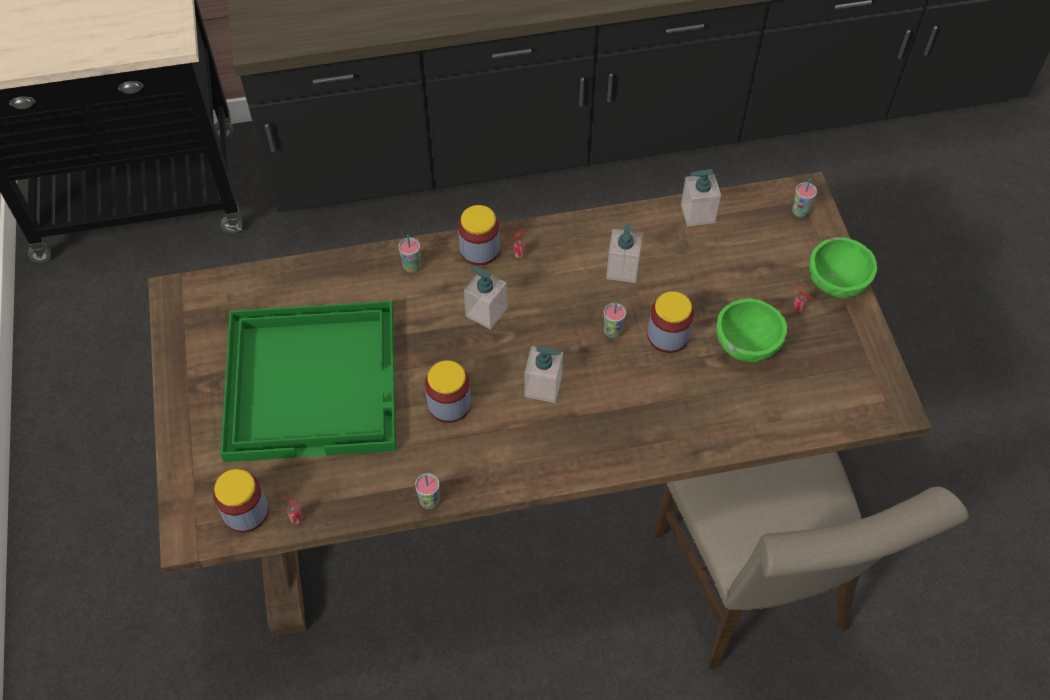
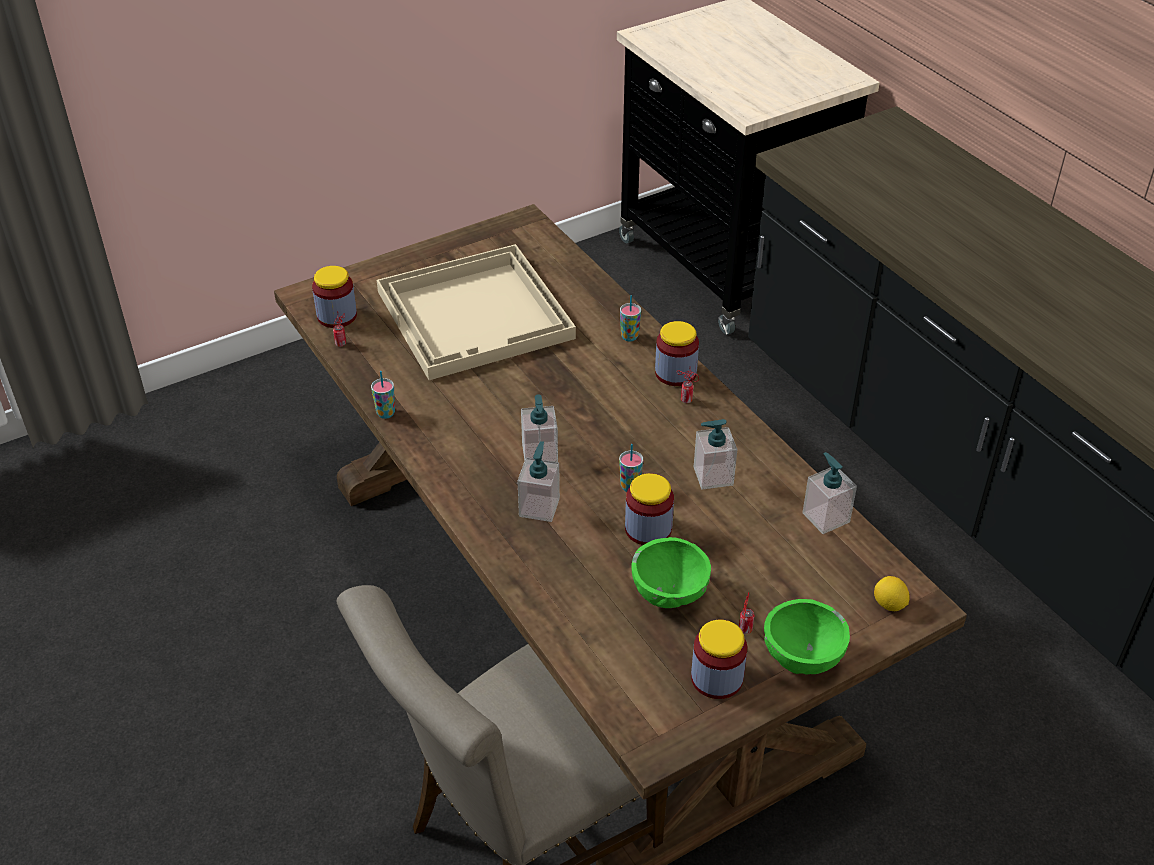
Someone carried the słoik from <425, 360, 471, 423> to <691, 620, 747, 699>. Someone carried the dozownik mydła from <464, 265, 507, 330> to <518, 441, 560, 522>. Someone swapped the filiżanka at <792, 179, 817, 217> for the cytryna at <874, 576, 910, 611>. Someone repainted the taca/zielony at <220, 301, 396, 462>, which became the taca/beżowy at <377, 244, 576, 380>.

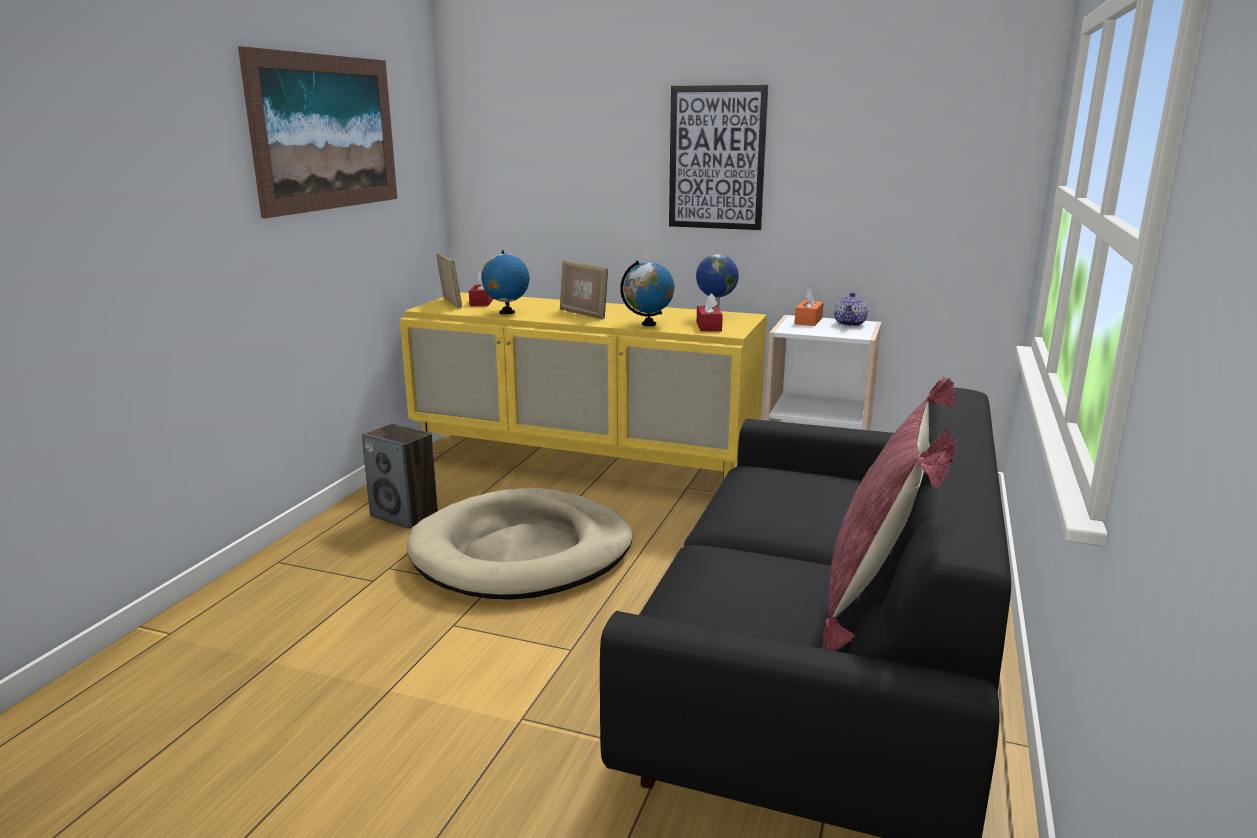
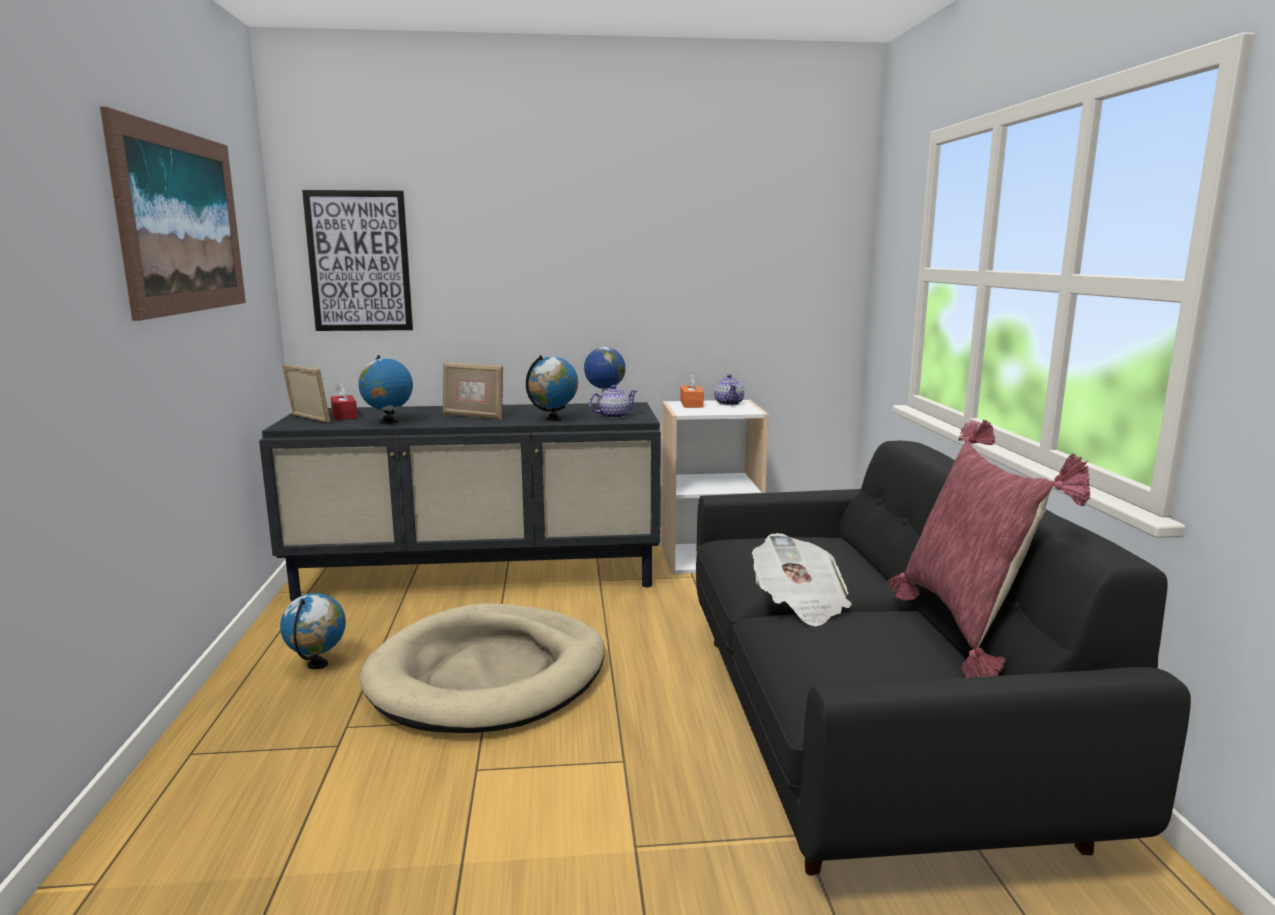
Someone put down the gazeta at <752, 533, 852, 627>. Someone carried the obraz from <669, 85, 768, 230> to <302, 190, 413, 331>. Someone swapped the głośnik at <362, 424, 438, 529> for the globus at <280, 593, 346, 669>. Someone swapped the pudełko chusteczek/czerwony at <697, 293, 723, 332> for the imbryk at <589, 385, 637, 419>. Someone repainted the szafka/żółty at <400, 292, 767, 480>, which became the szafka/czarny at <259, 402, 661, 601>.

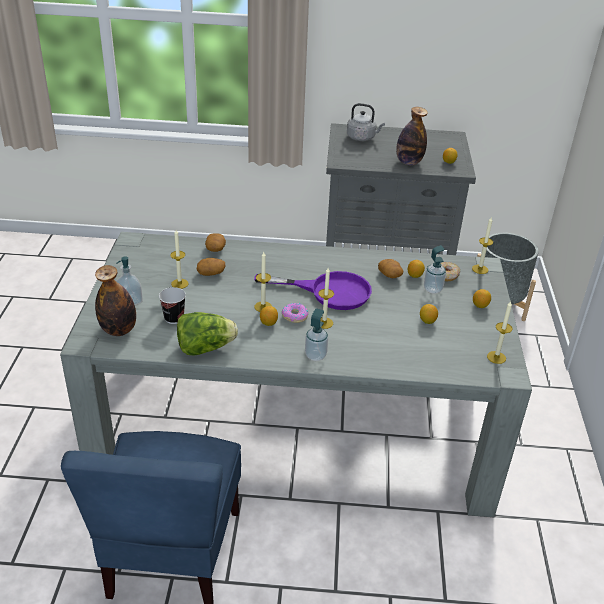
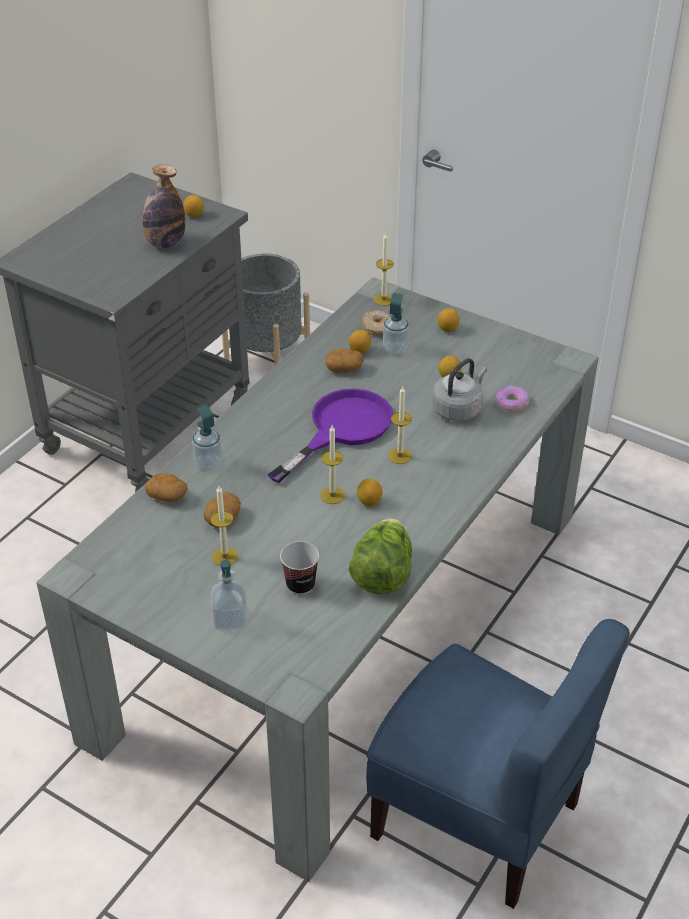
Someone took away the butelka at <95, 265, 136, 336>. Someone took away the świeca at <487, 301, 512, 364>. Someone carried the donut from <281, 303, 308, 323> to <495, 385, 530, 412>. Someone carried the dozownik mydła from <305, 308, 328, 361> to <192, 405, 222, 470>. Someone carried the czajnik/szary from <347, 103, 385, 141> to <432, 358, 487, 421>.

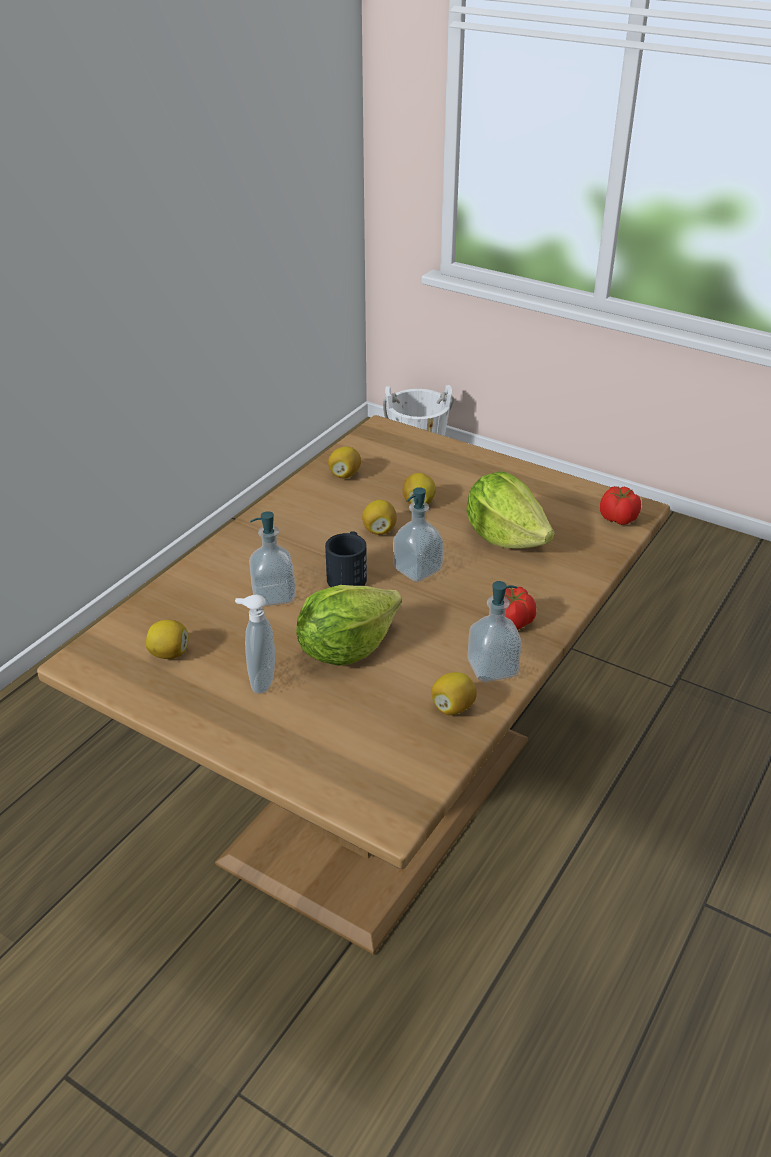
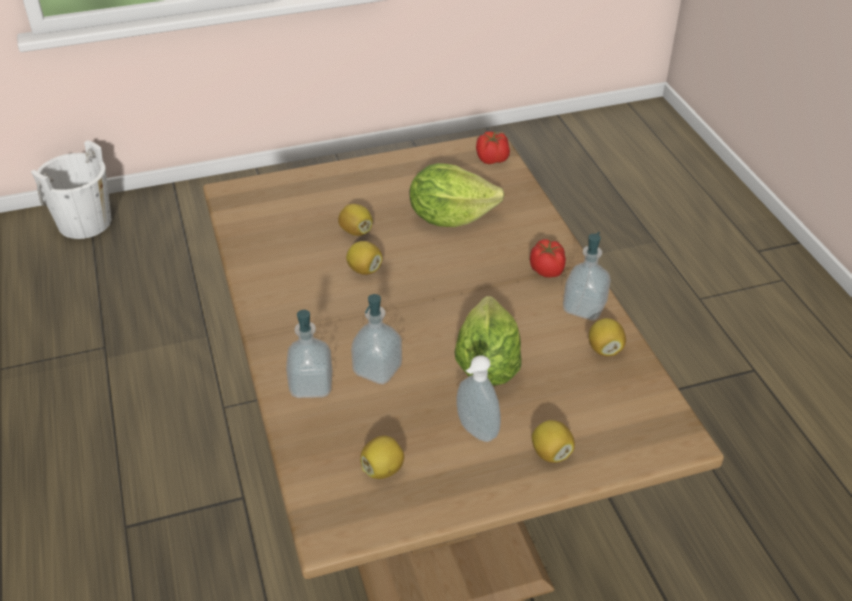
Someone took away the kubek/czarny at <325, 531, 367, 587>. Someone carried the cytryna from <328, 446, 361, 478> to <532, 420, 575, 463>. Someone carried the dozownik mydła from <393, 487, 444, 582> to <286, 310, 332, 398>.

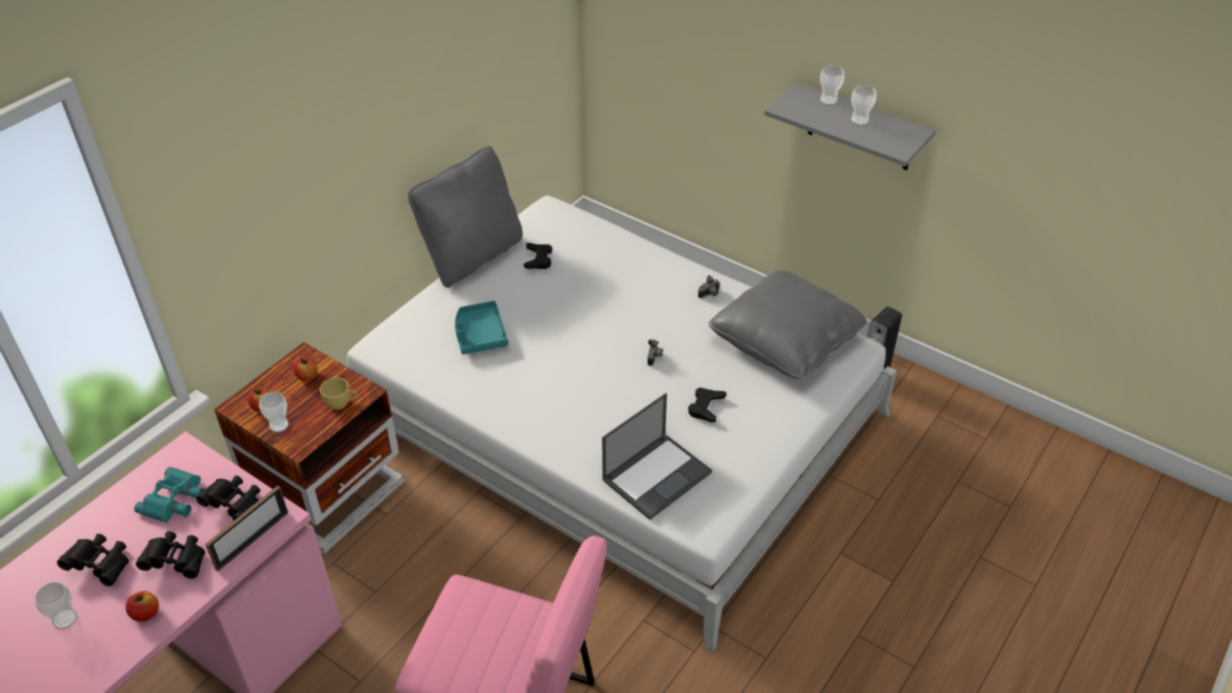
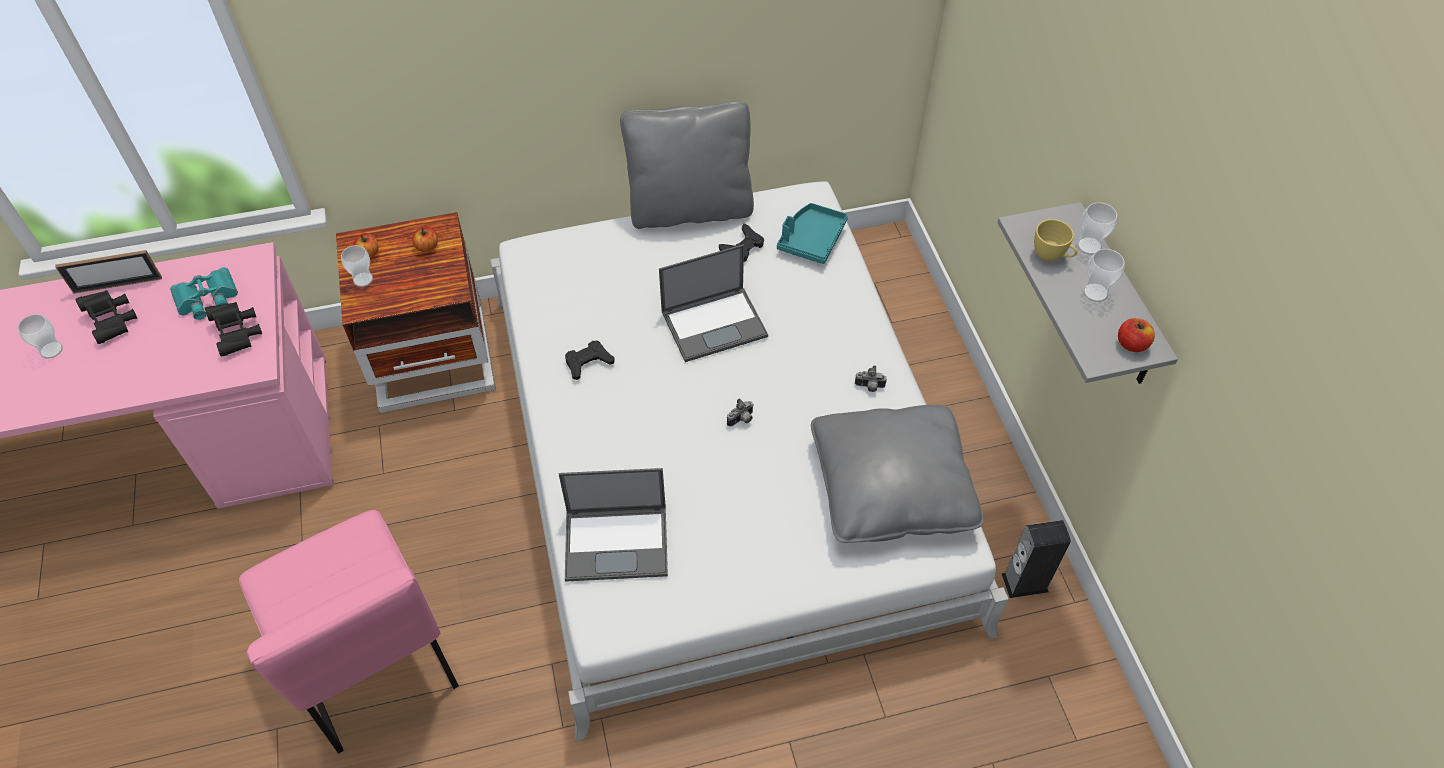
Someone took away the lornetka/czarny at <136, 531, 205, 579>. Someone put down the laptop at <659, 244, 768, 362>. Someone carried the jabłko from <125, 591, 159, 622> to <1118, 318, 1155, 352>. Someone carried the ramka na zdjęcie from <205, 486, 288, 572> to <55, 250, 162, 294>. Someone carried the filiżanka/żółty from <320, 377, 357, 410> to <1034, 219, 1078, 261>. Someone carried the taca/turkusowy from <455, 301, 509, 354> to <777, 203, 848, 264>. Someone carried the pad do gier/czarny from <688, 387, 726, 423> to <565, 341, 615, 380>.

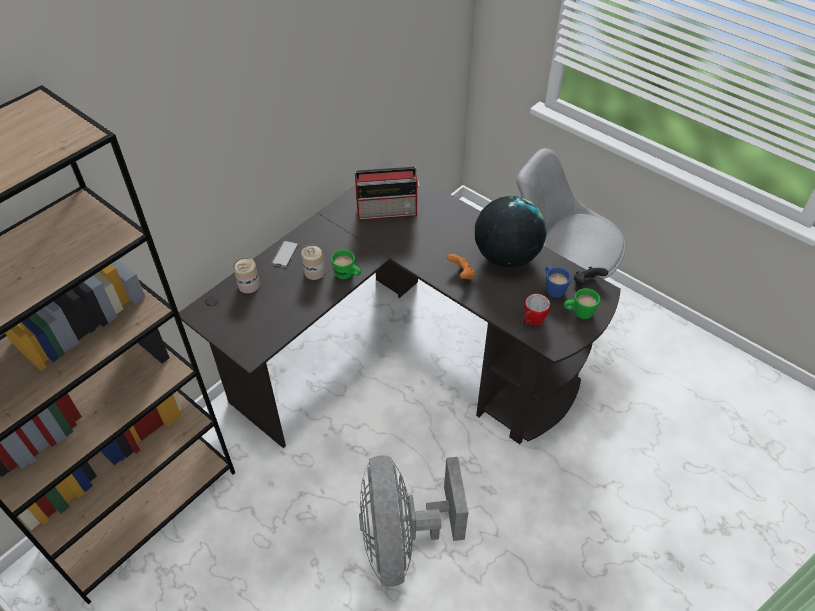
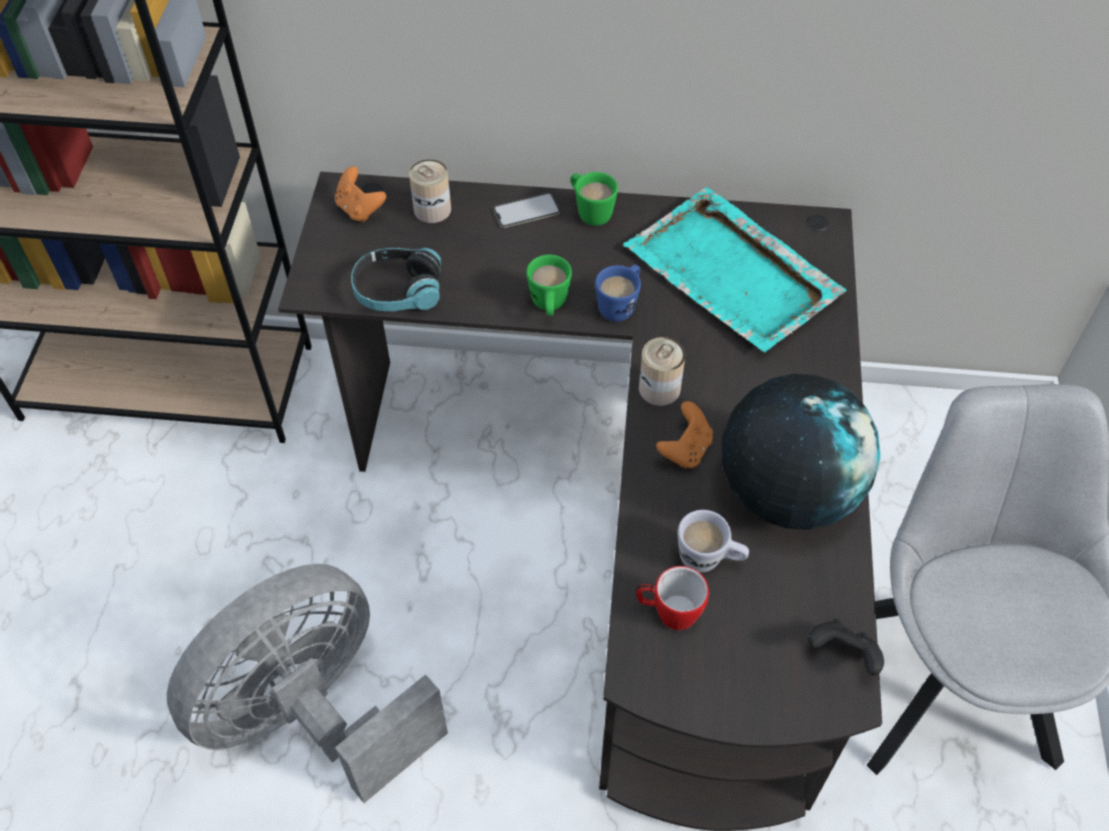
Someone put down the pad do gier/pomarańczowy at <335, 166, 386, 222>. Someone put down the słuchawki at <351, 248, 441, 311>. Someone put down the kubek/biały at <678, 510, 749, 572>. Someone carried the puszka from <301, 245, 325, 280> to <639, 337, 686, 406>. Someone carried the kubek/niebieski from <546, 266, 571, 298> to <595, 264, 641, 322>. Someone carried the kubek/zielony from <564, 288, 600, 319> to <570, 172, 618, 226>. Someone swapped the radio at <355, 167, 420, 220> for the taca/turkusowy at <623, 187, 847, 352>.

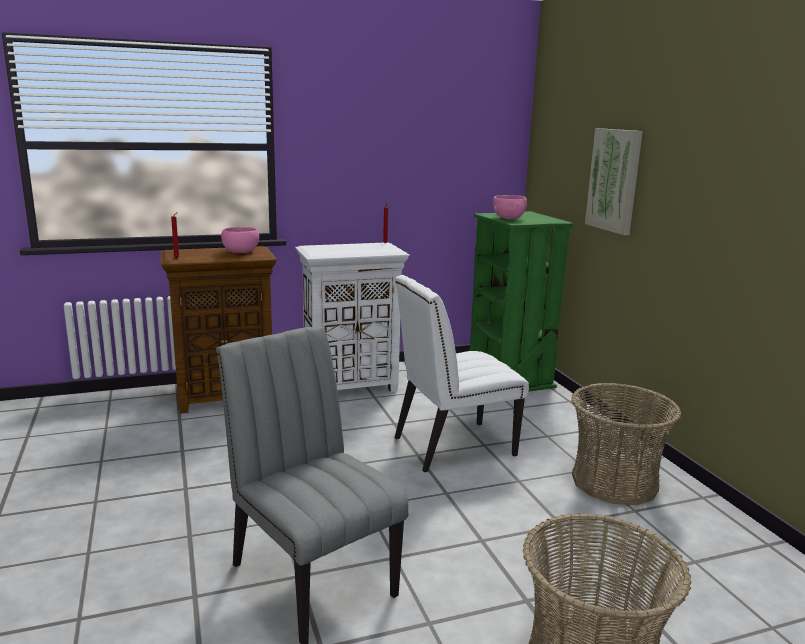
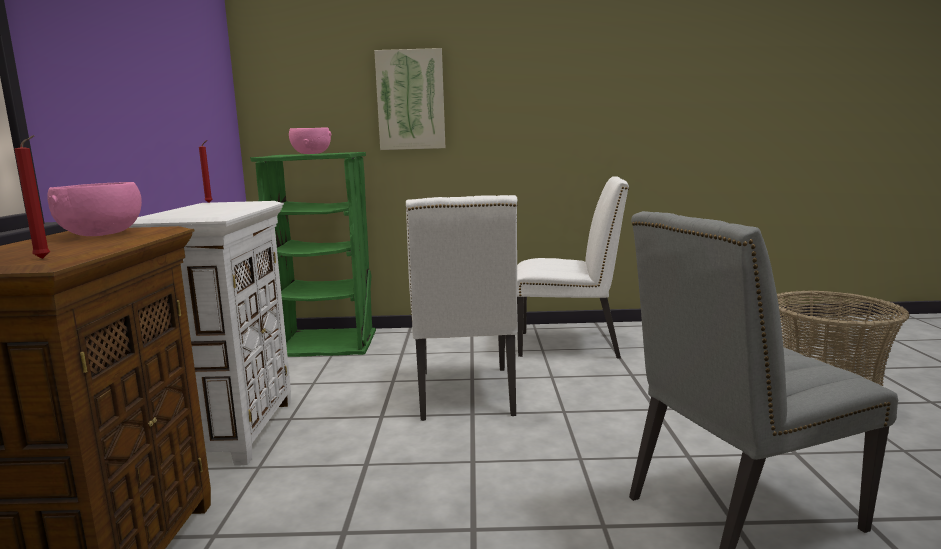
Someone swapped the koszyk at <571, 383, 681, 505> for the krzesło/biały at <517, 176, 629, 359>.

